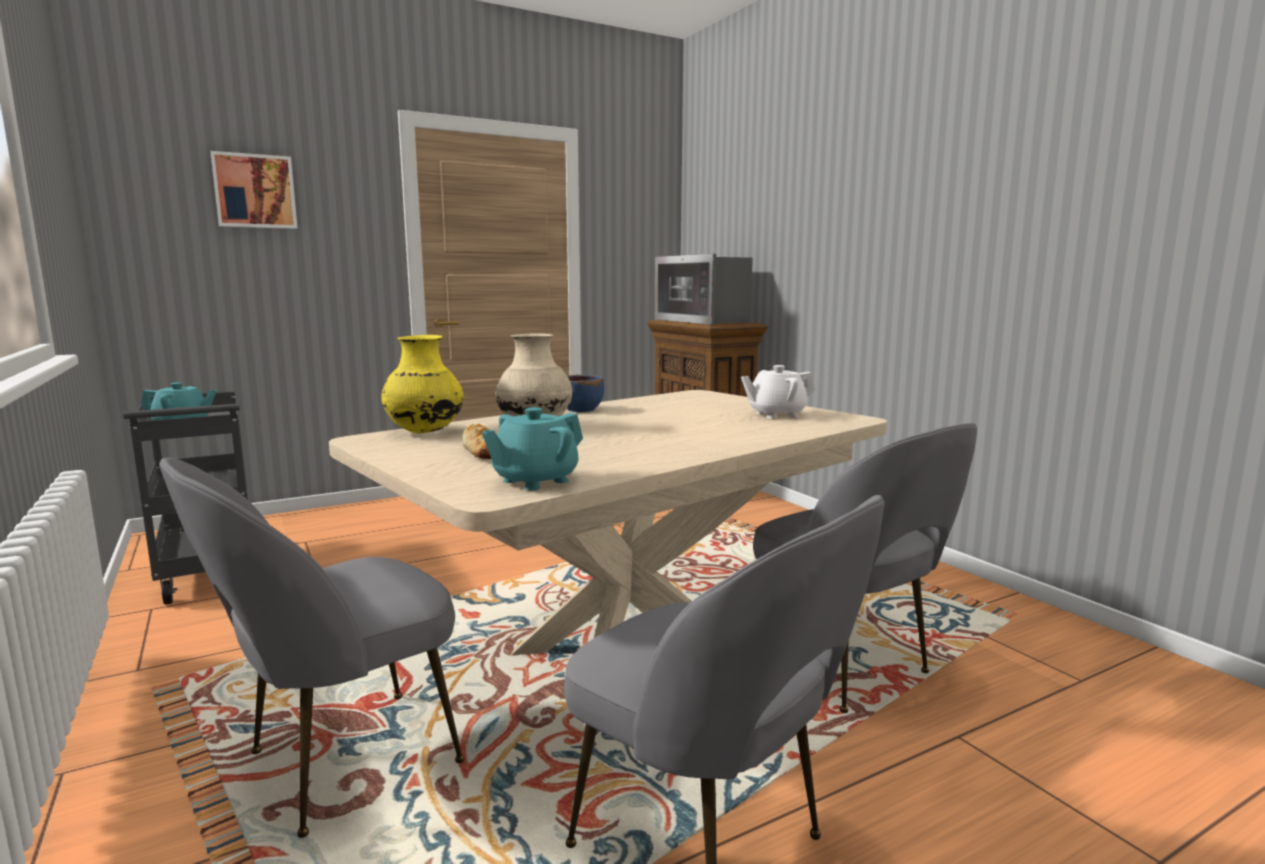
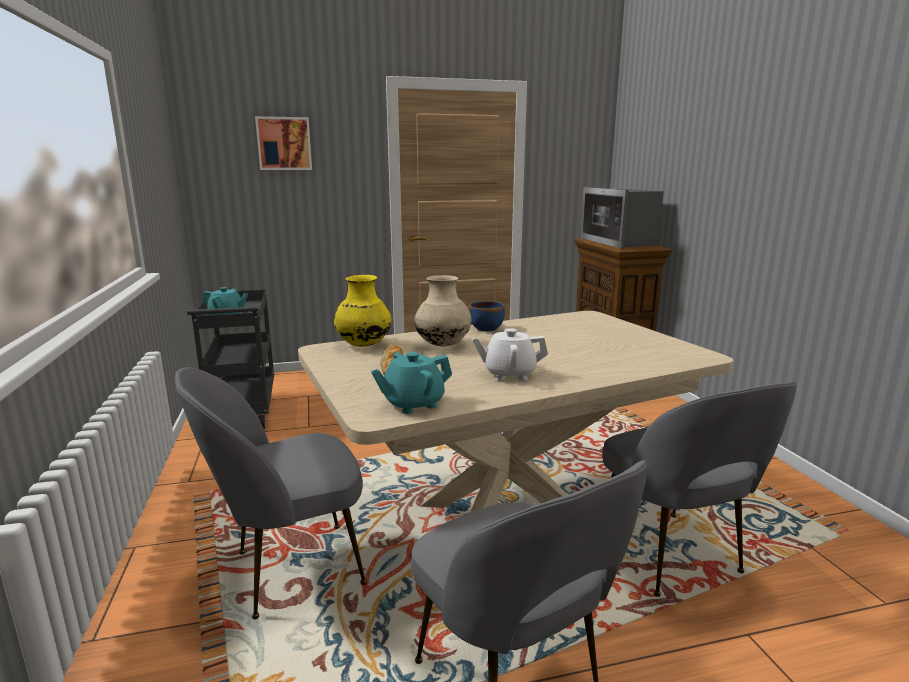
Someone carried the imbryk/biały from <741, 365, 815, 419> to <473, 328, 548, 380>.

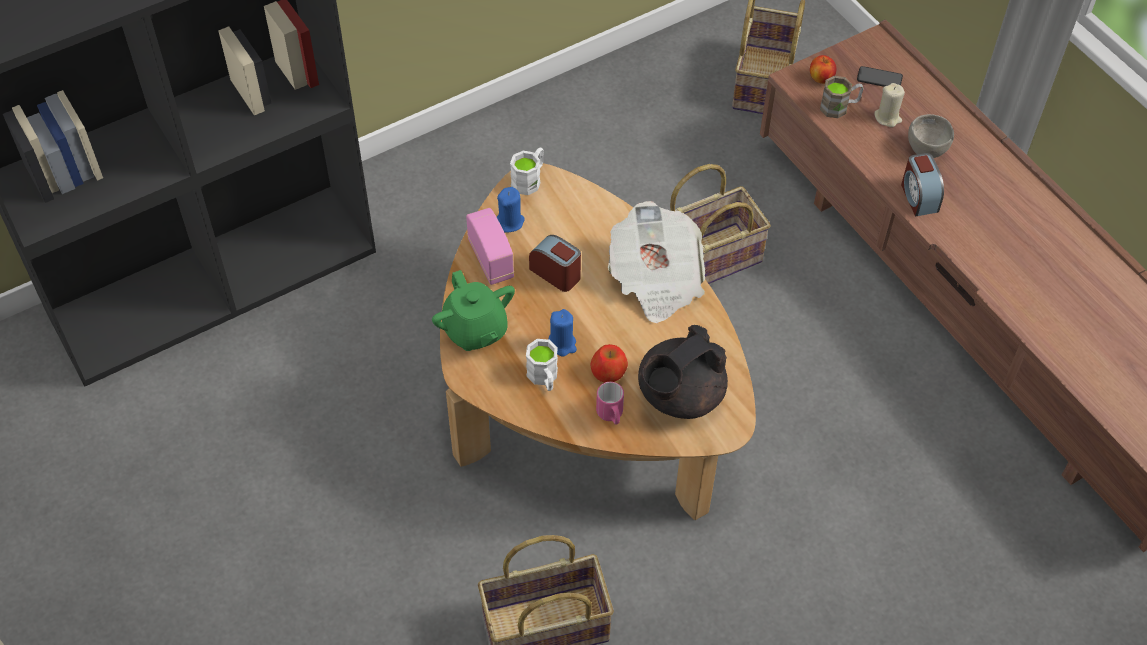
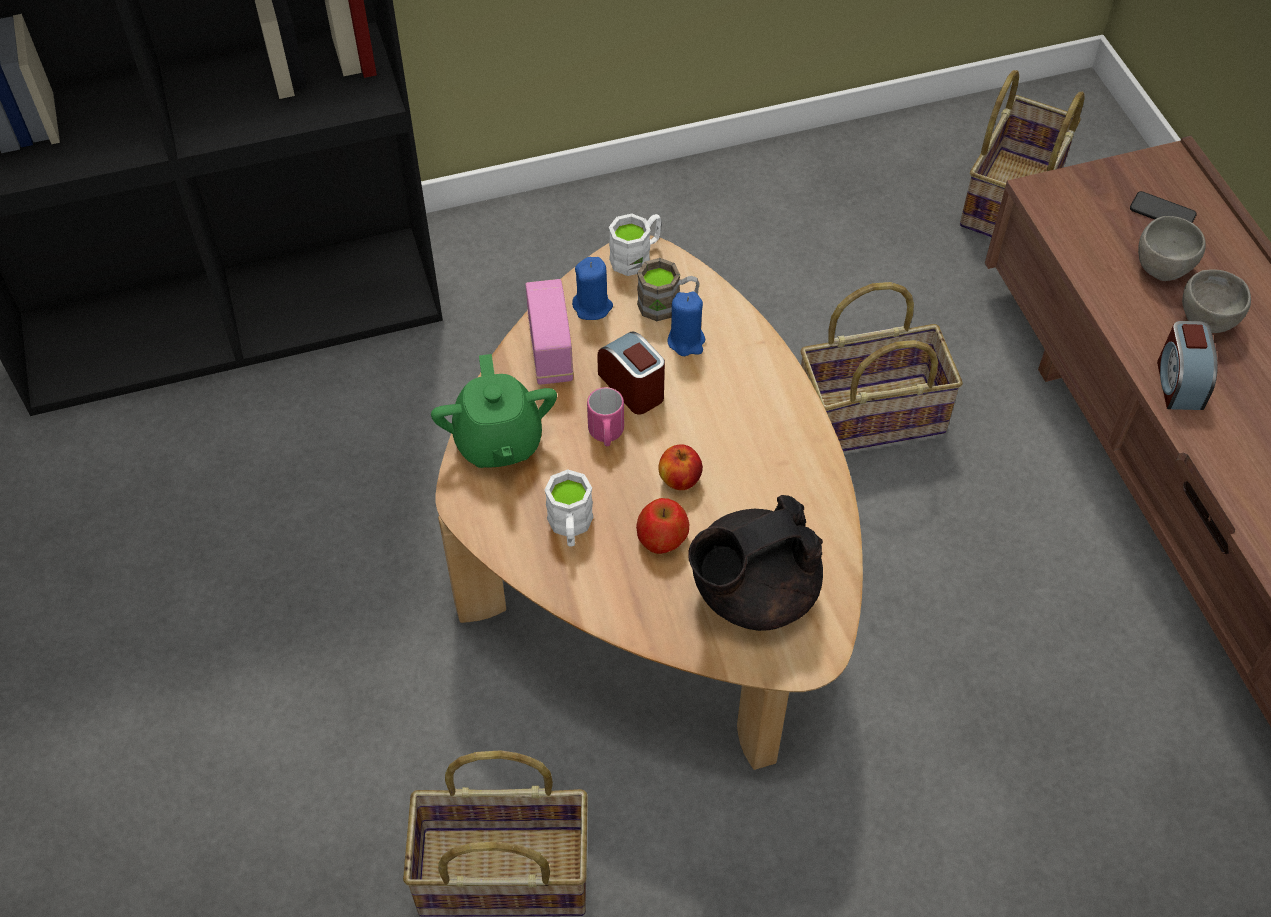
Someone took away the gazeta at <608, 201, 705, 323>. Someone carried the świeca/niebieski from <548, 309, 577, 357> to <667, 291, 705, 356>. Someone carried the kubek/różowy from <596, 382, 624, 425> to <587, 387, 624, 446>. Someone carried the jabłko from <810, 55, 837, 84> to <658, 444, 703, 490>. Someone carried the kubek/brązowy from <820, 76, 864, 118> to <637, 258, 699, 321>. Someone swapped the świeca/beżowy at <874, 83, 905, 127> for the miska/szary at <1138, 216, 1206, 281>.

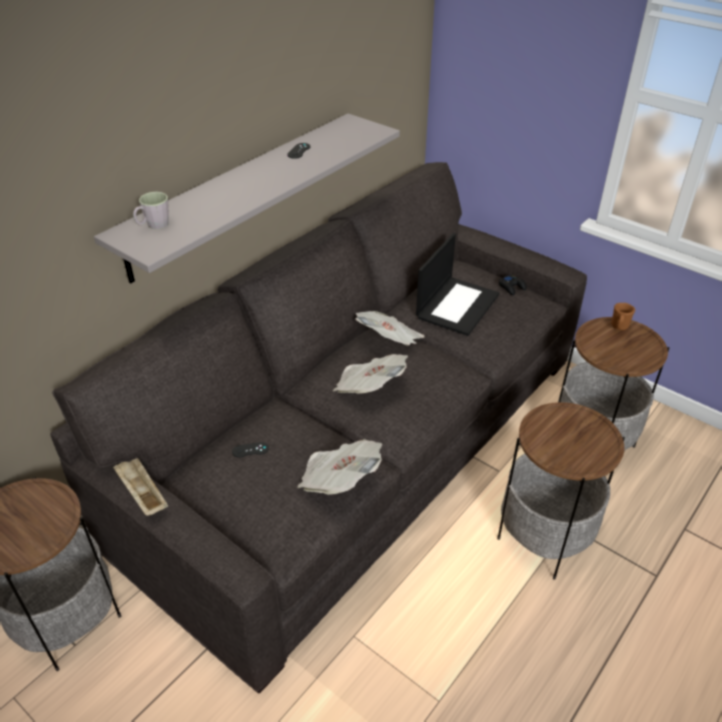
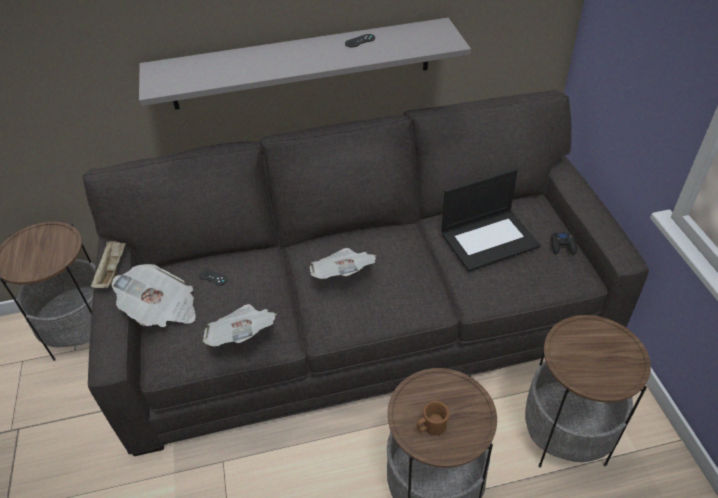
Someone took away the kubek/szary at <133, 192, 169, 229>. Someone carried the gazeta from <355, 311, 425, 345> to <112, 264, 196, 327>. Someone carried the kubek/brązowy from <611, 303, 635, 330> to <417, 401, 449, 435>.

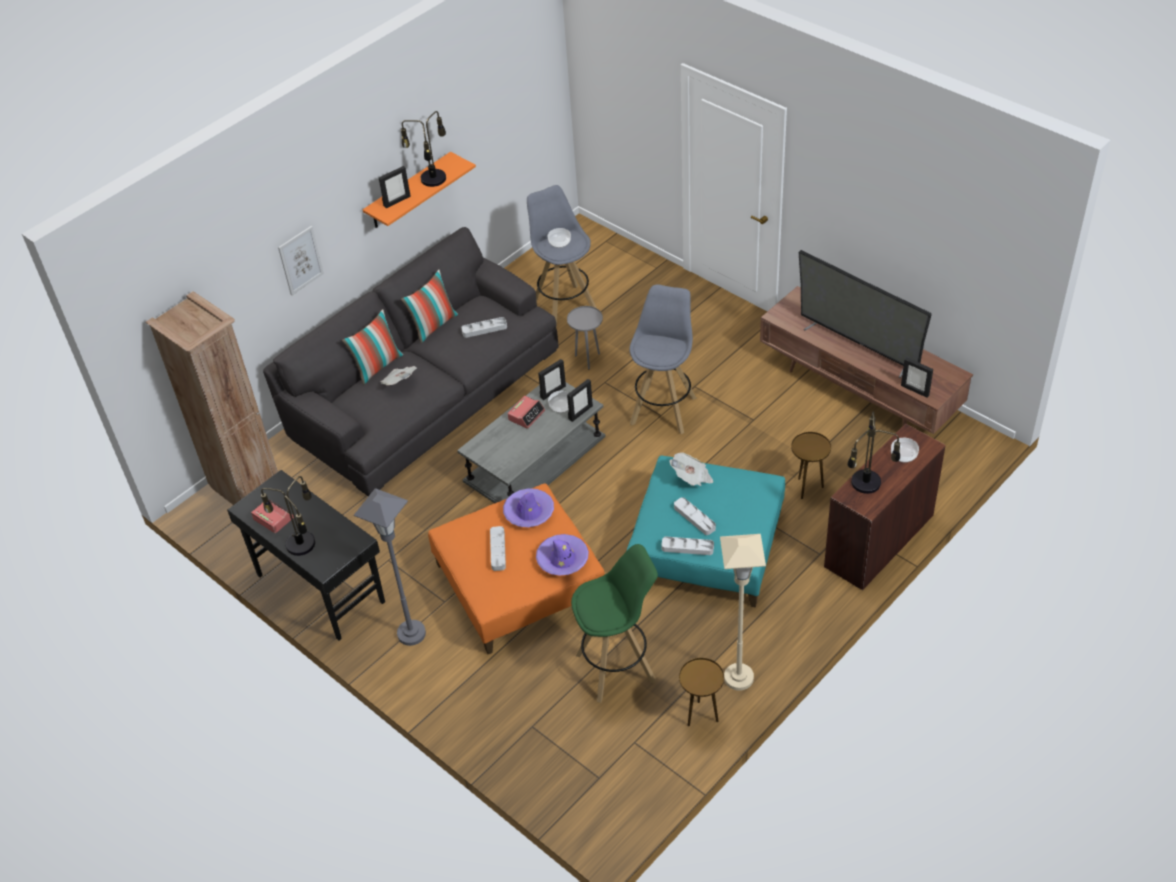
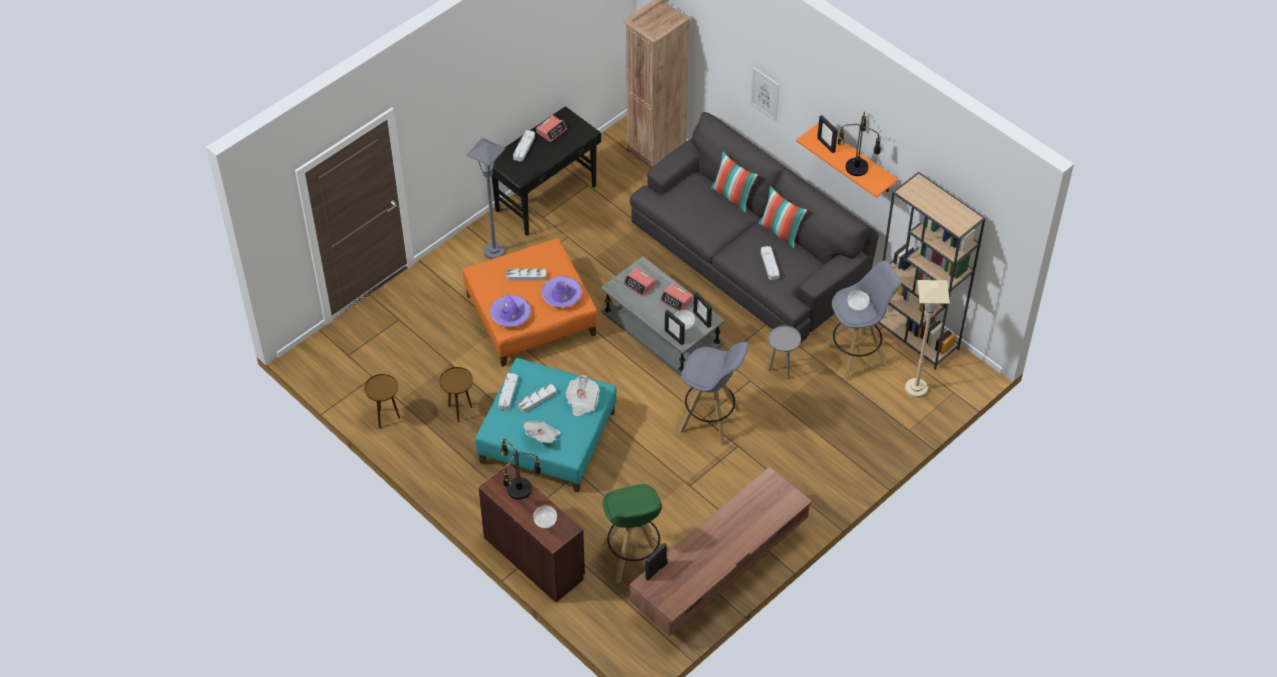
Someone took away the telewizor at <799, 250, 932, 378>. Someone put down the budzik at <623, 268, 656, 296>. Someone put down the regał at <878, 172, 986, 370>. Someone carried the gazeta from <380, 366, 417, 385> to <523, 421, 561, 443>. Someone carried the stołek/zielony from <571, 544, 658, 703> to <602, 484, 662, 584>. Someone carried the lampa stojąca/beżowy from <720, 534, 766, 691> to <905, 280, 950, 398>. Someone carried the stolik/brązowy from <791, 432, 831, 499> to <439, 367, 473, 423>. Someone swapped the lampa stołowa at <261, 476, 315, 556> for the taca/szary at <513, 130, 535, 161>.

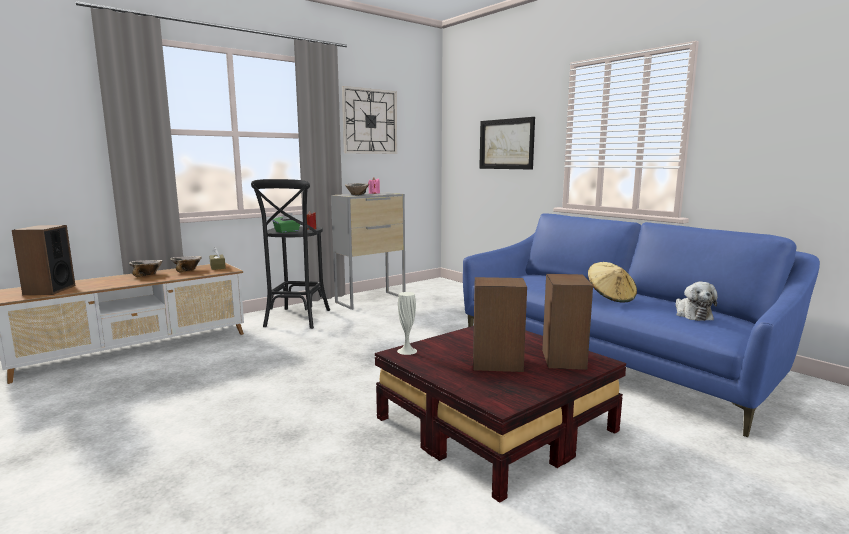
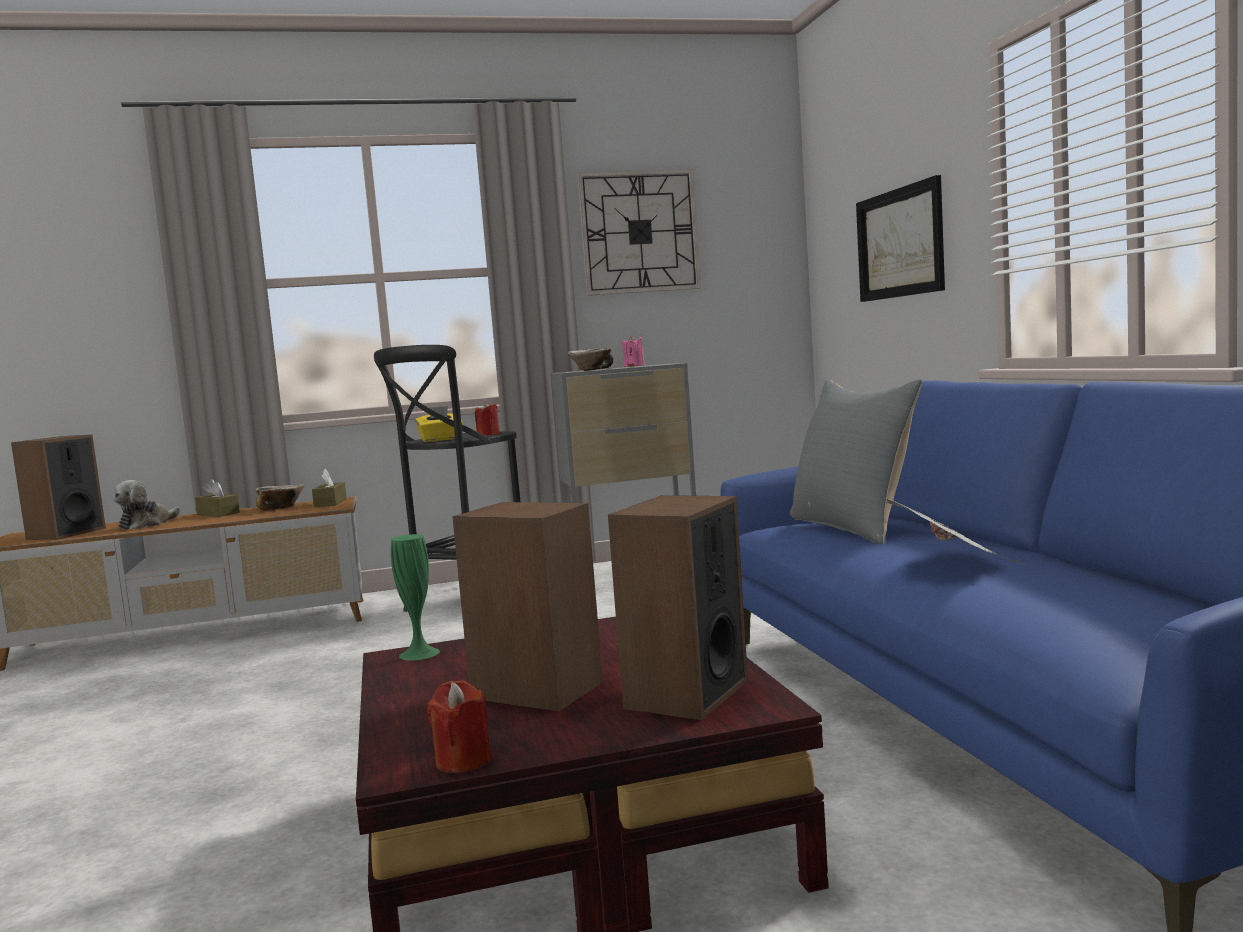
Someone put down the świeca/czerwony at <427, 680, 492, 773>. Someone put down the poduszka/szary at <790, 379, 923, 544>. Someone carried the pluszak from <676, 282, 718, 321> to <113, 480, 180, 530>. Someone swapped the miska at <129, 260, 163, 277> for the pudełko chusteczek/brązowy at <195, 479, 240, 517>. Someone swapped the kapelusz/beżowy at <588, 262, 637, 303> for the gazeta at <883, 498, 1022, 563>. Someone repainted the pudełko chusteczek/zielony at <272, 213, 300, 233>, which became the pudełko chusteczek/żółty at <415, 406, 463, 442>. Someone repainted the wazon/biały at <397, 292, 417, 355>, which became the wazon/zielony at <391, 534, 440, 661>.

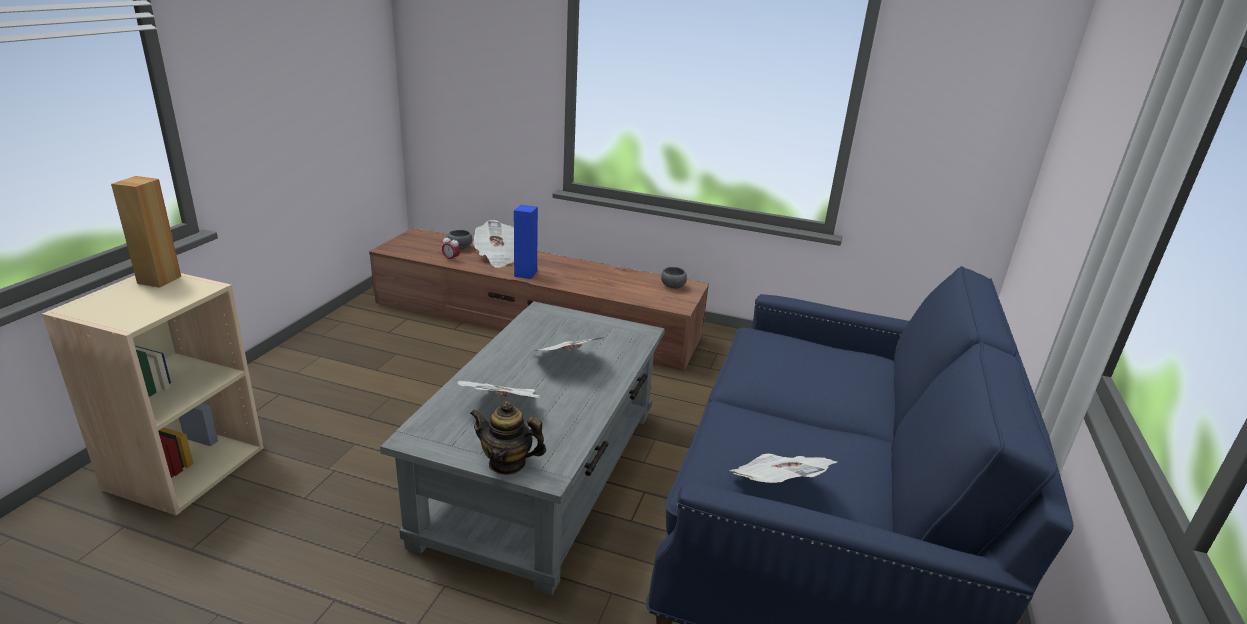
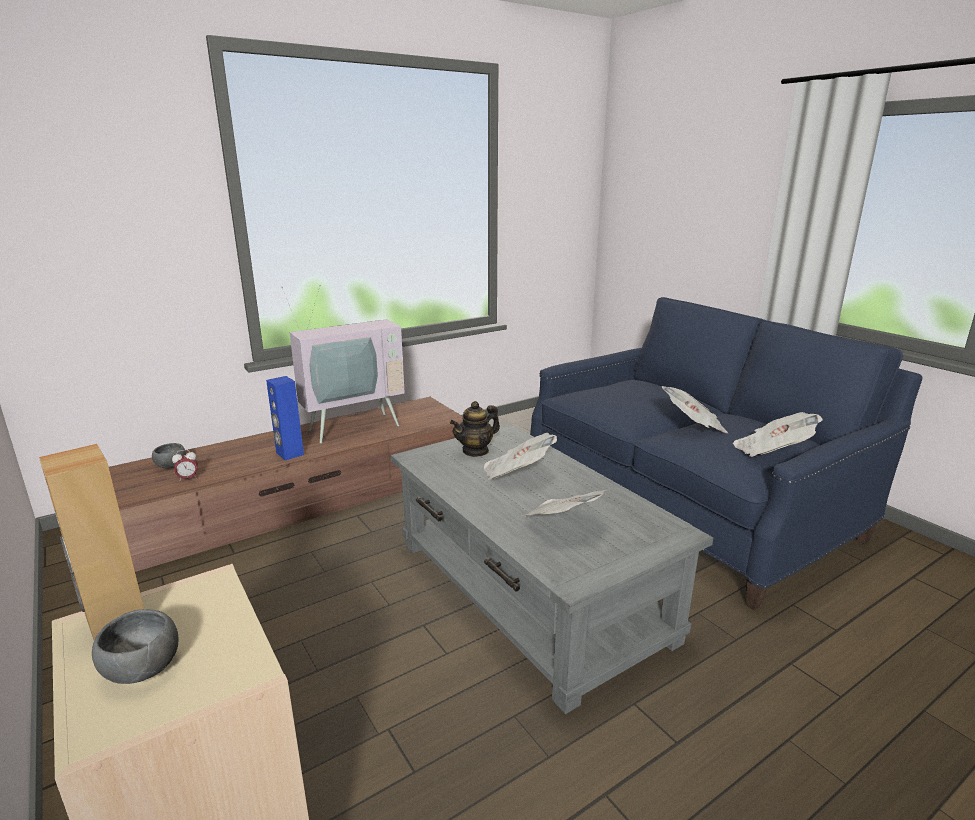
Someone put down the telewizor at <281, 285, 405, 443>. Someone carried the imbryk from <470, 401, 547, 475> to <450, 401, 500, 457>. Someone carried the gazeta from <473, 220, 514, 268> to <662, 386, 728, 433>. Someone carried the miska/szary from <661, 267, 687, 289> to <92, 609, 178, 684>.

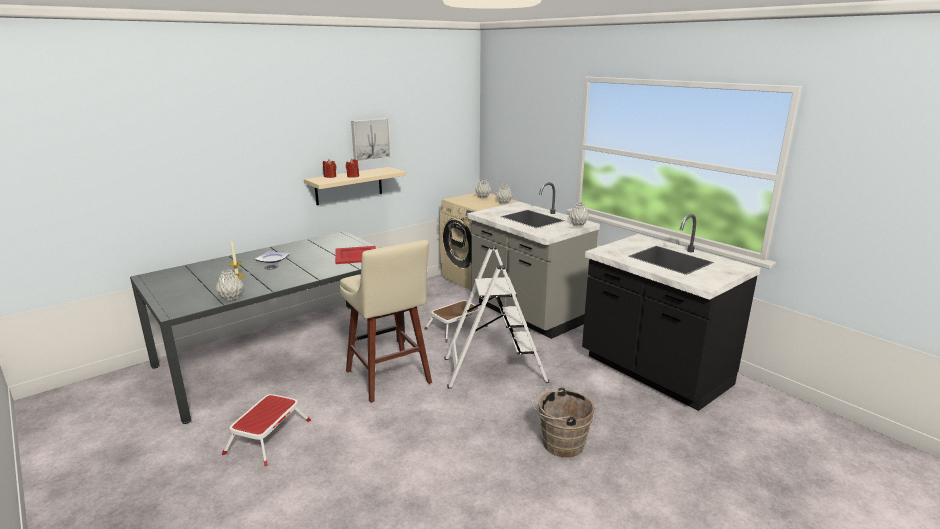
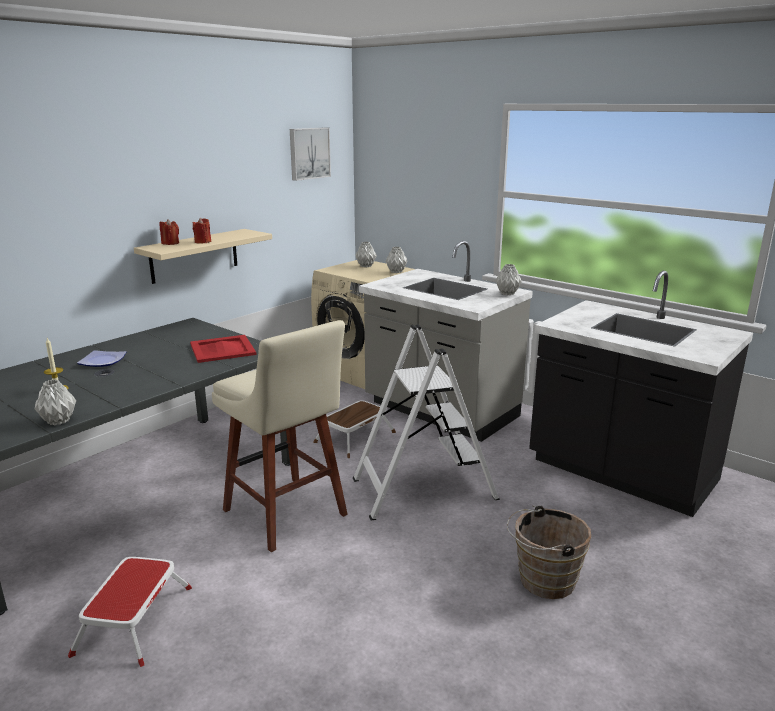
Someone carried the obraz from <351, 118, 391, 162> to <290, 127, 331, 181>.

